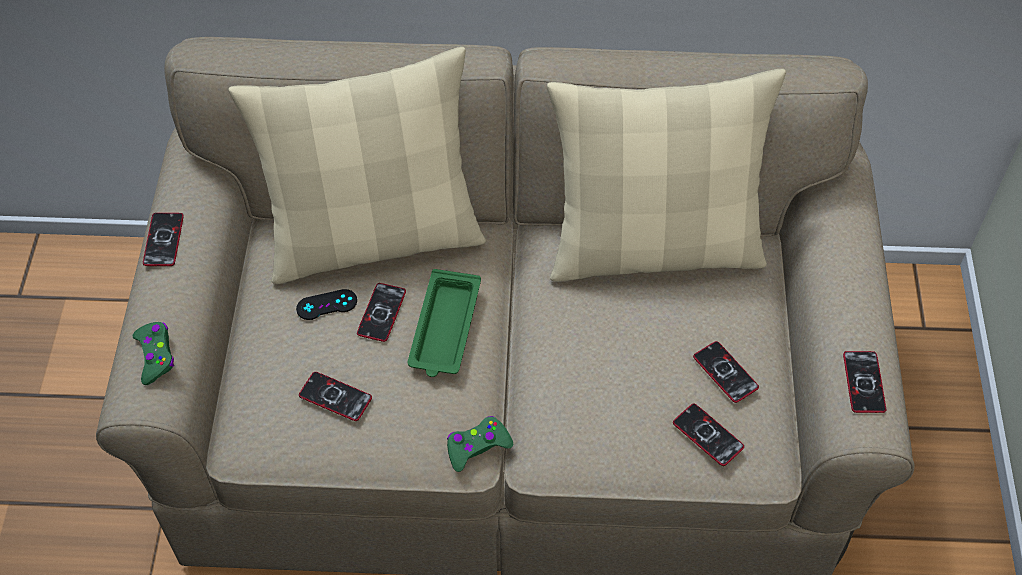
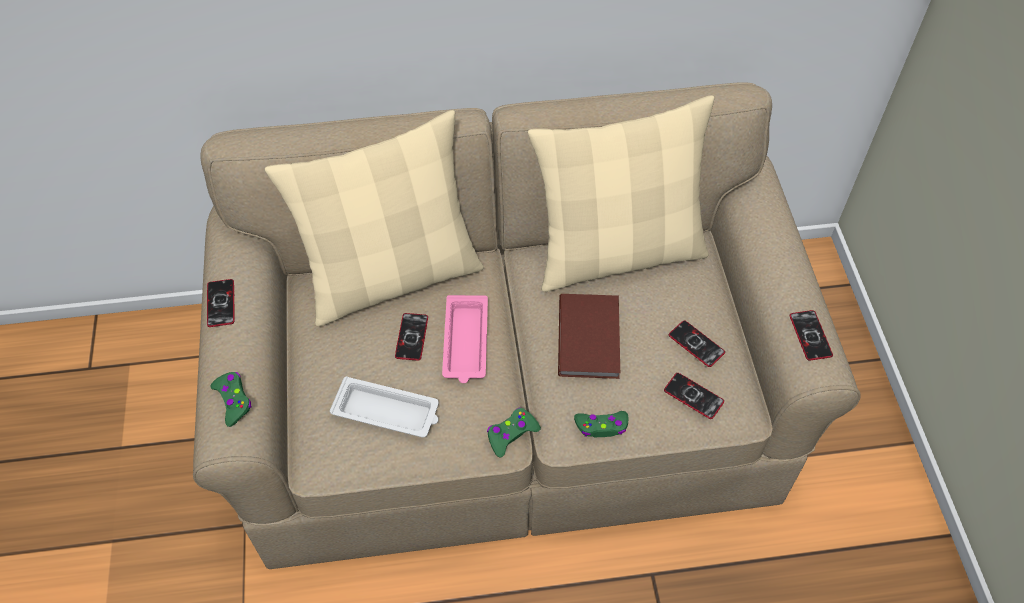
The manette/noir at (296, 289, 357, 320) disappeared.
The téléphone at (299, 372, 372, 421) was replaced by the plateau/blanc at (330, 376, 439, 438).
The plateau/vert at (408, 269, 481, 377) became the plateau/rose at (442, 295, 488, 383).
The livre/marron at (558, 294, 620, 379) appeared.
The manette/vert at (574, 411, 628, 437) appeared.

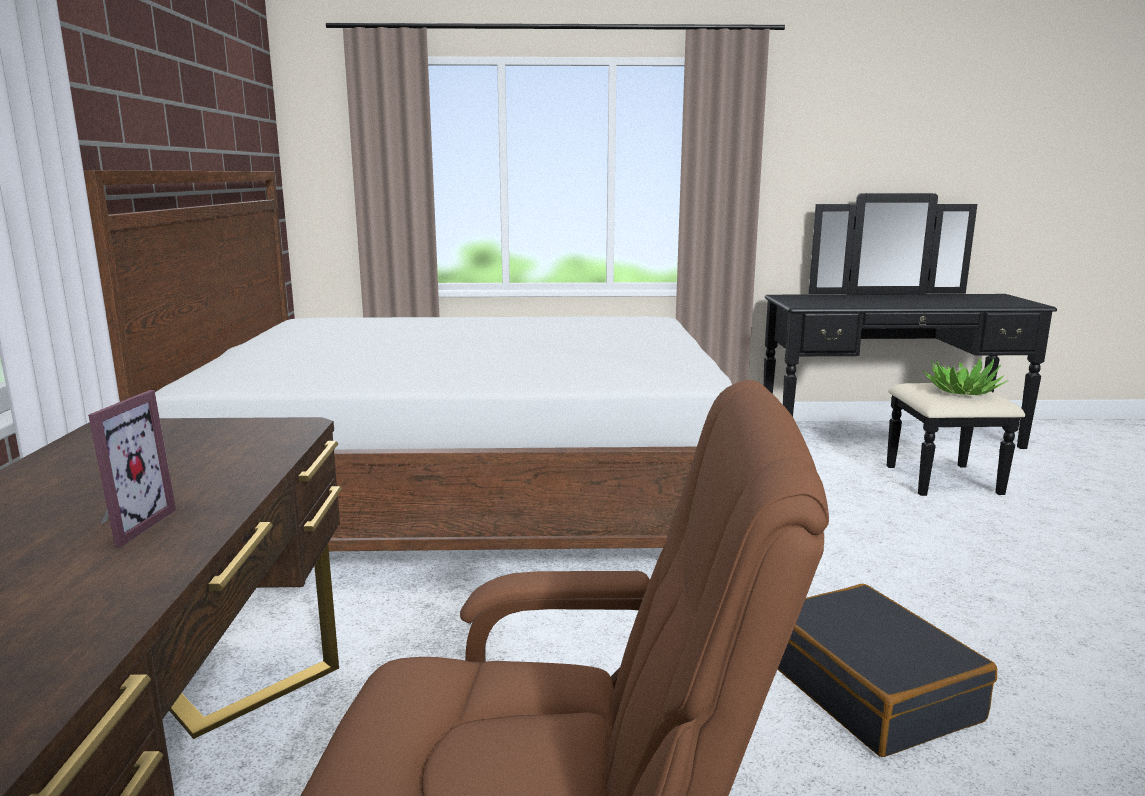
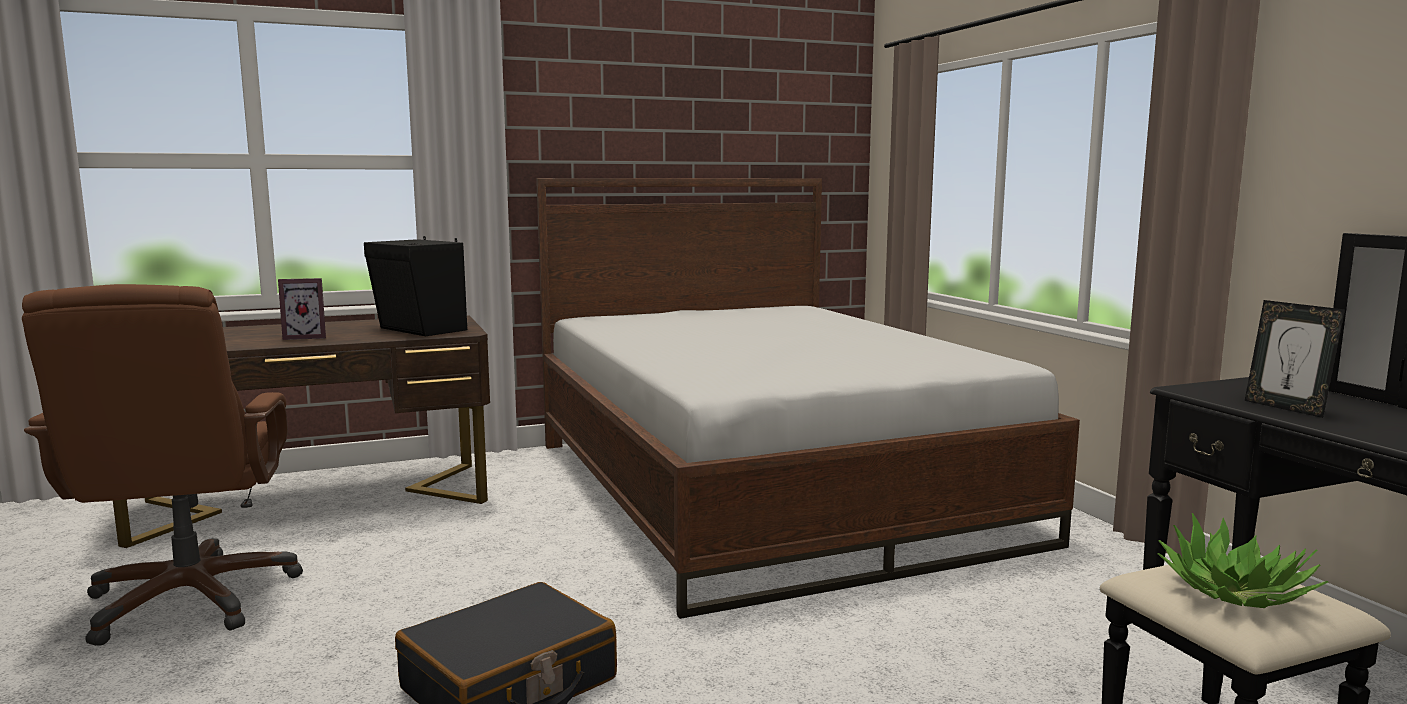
The enceinte/noir at (364, 236, 467, 336) appeared.
The cadre photo at (1245, 300, 1345, 418) appeared.

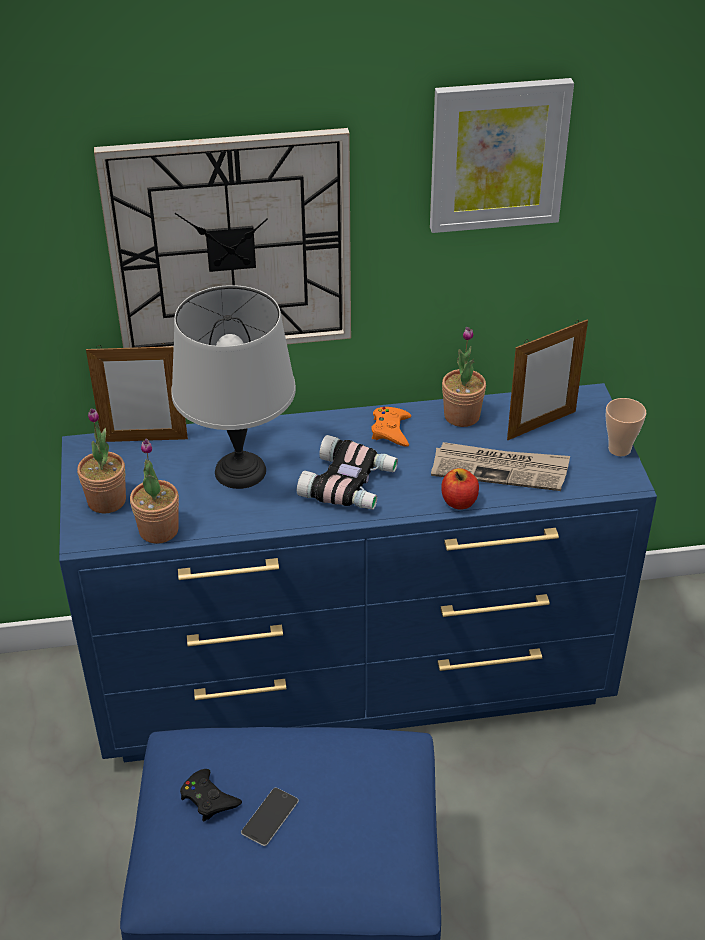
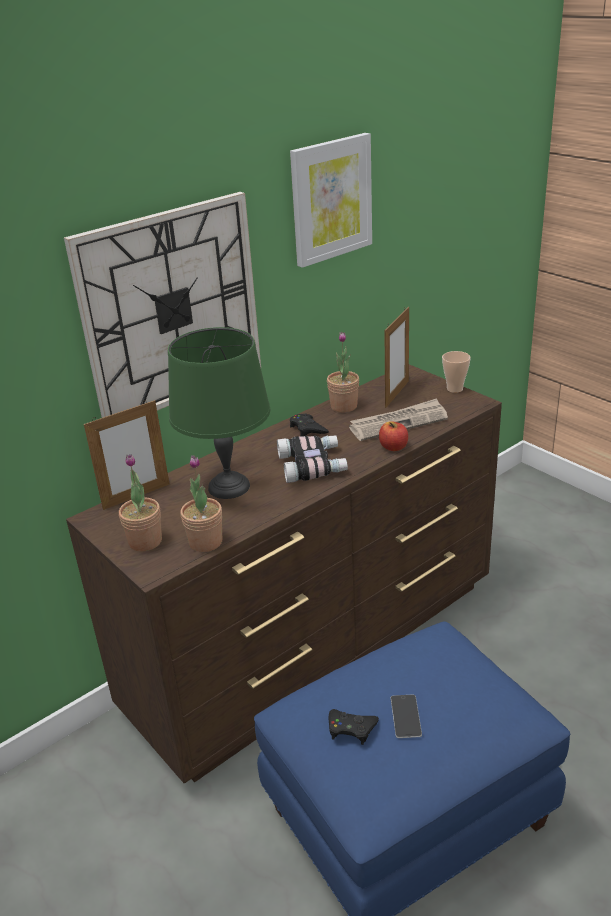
The commode/bleu at (59, 383, 657, 762) became the commode/marron at (66, 364, 502, 784).
The lampe de table/gris at (171, 285, 296, 489) became the lampe de table/vert at (168, 327, 270, 499).
The manette/orange at (371, 407, 411, 447) became the manette/noir at (290, 414, 329, 437).

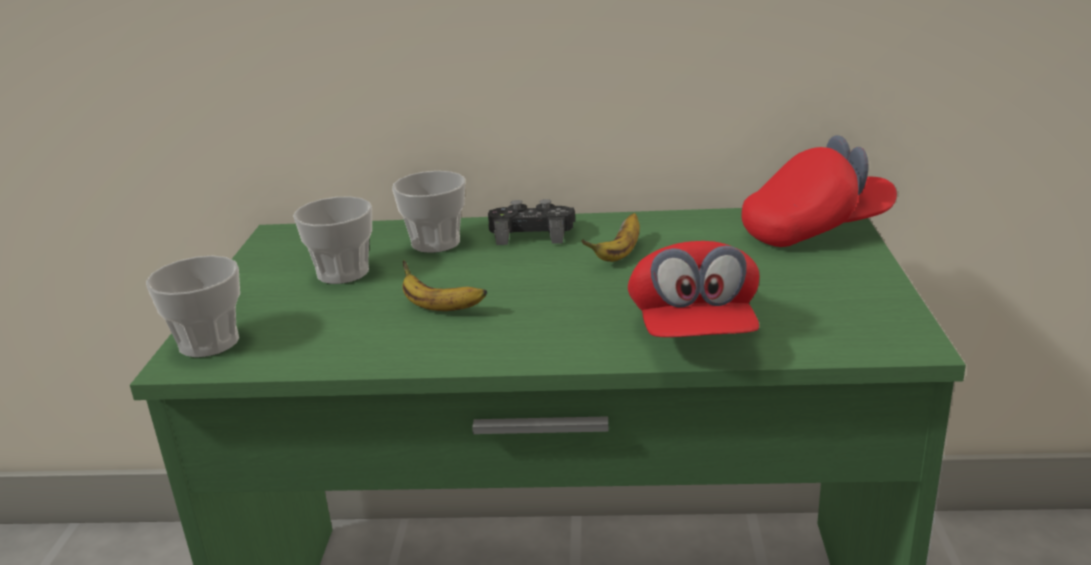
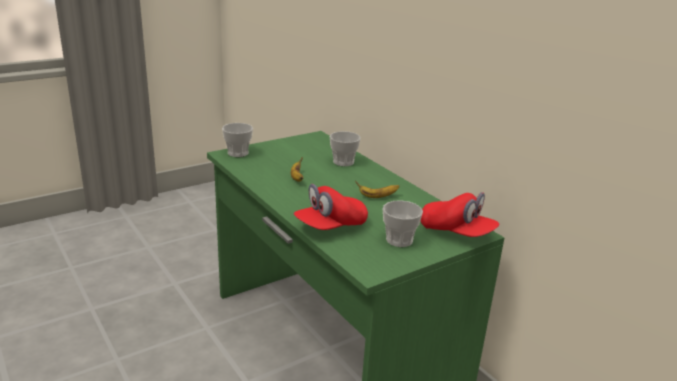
The tasse moved from (293, 196, 372, 284) to (383, 200, 423, 247).
The manette/noir at (488, 199, 575, 245) disappeared.

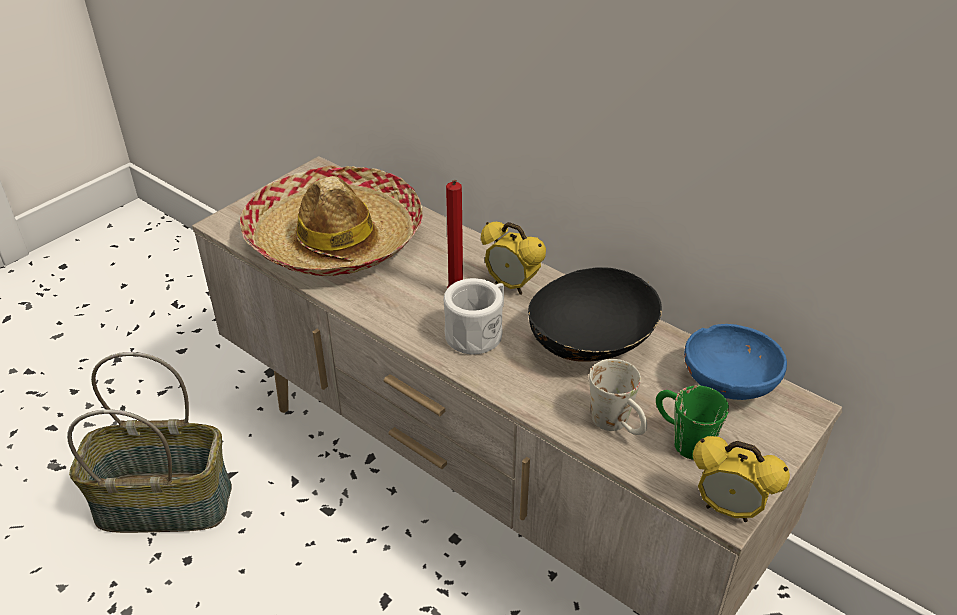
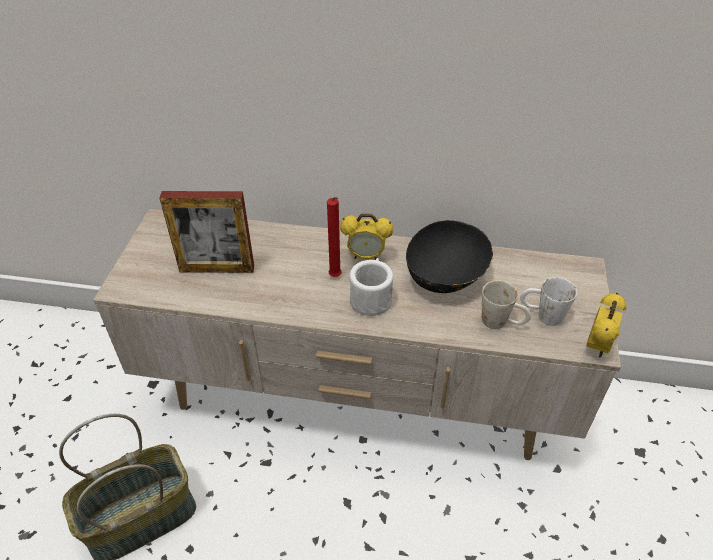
The chapeau at (240, 165, 423, 276) was replaced by the cadre photo at (159, 191, 254, 273).
The mug/vert at (656, 385, 729, 460) became the mug/blanc at (520, 277, 577, 326).
The bol/bleu at (684, 324, 787, 400) disappeared.
The réveil at (693, 436, 790, 522) turned 60 degrees counterclockwise.

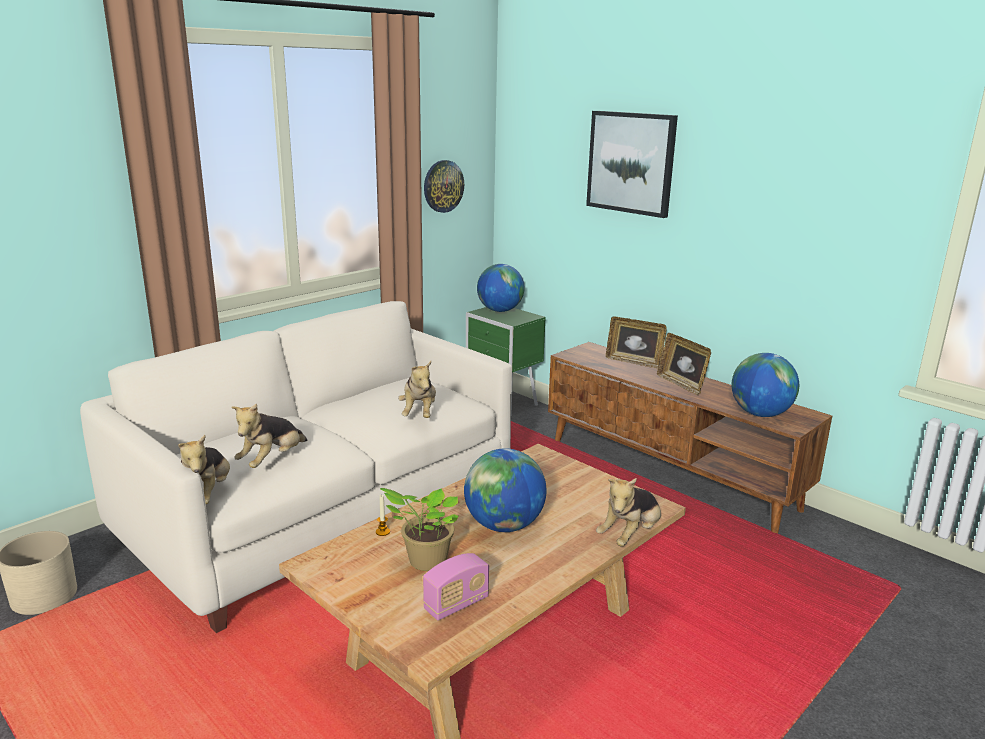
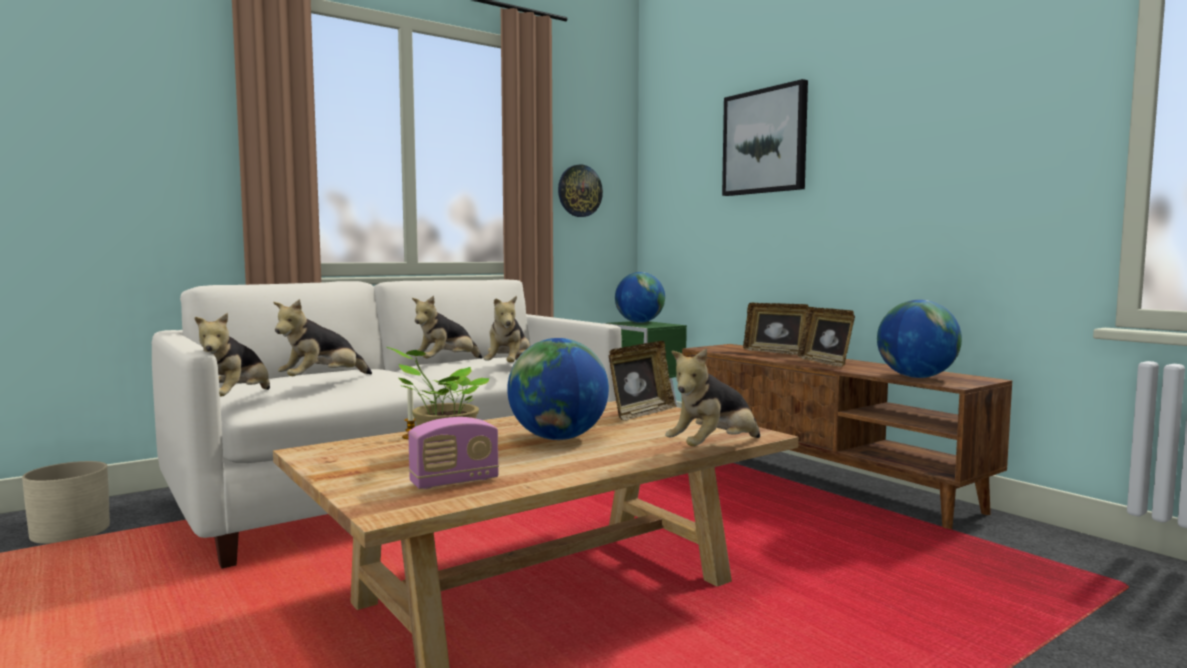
The peluche at (412, 296, 482, 359) appeared.
The cadre photo at (608, 341, 676, 421) appeared.

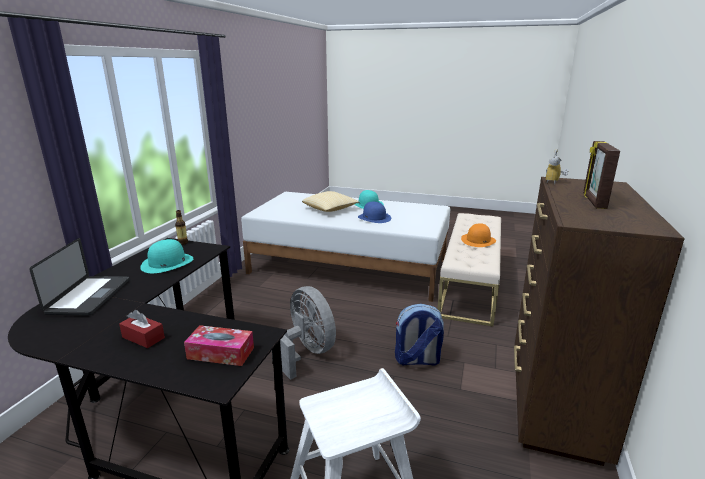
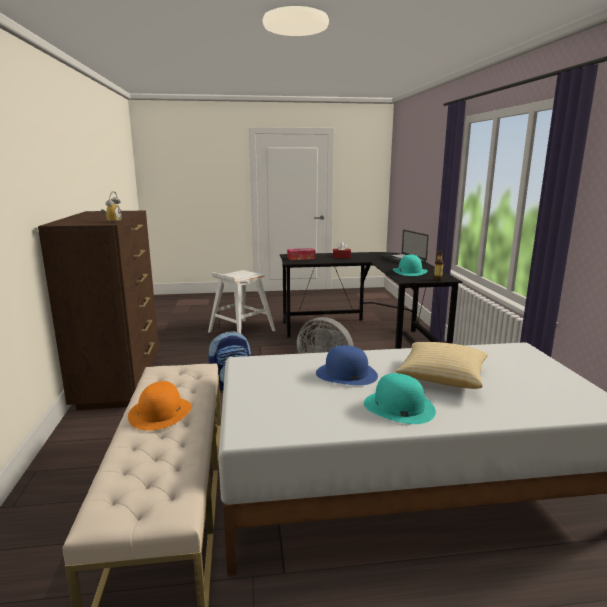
The cadre photo at (583, 141, 620, 209) disappeared.

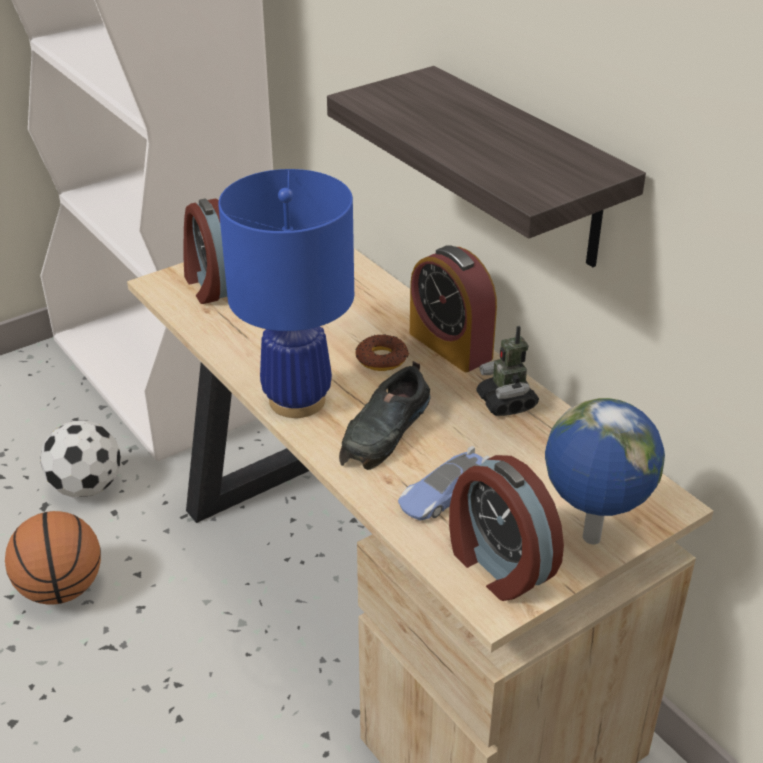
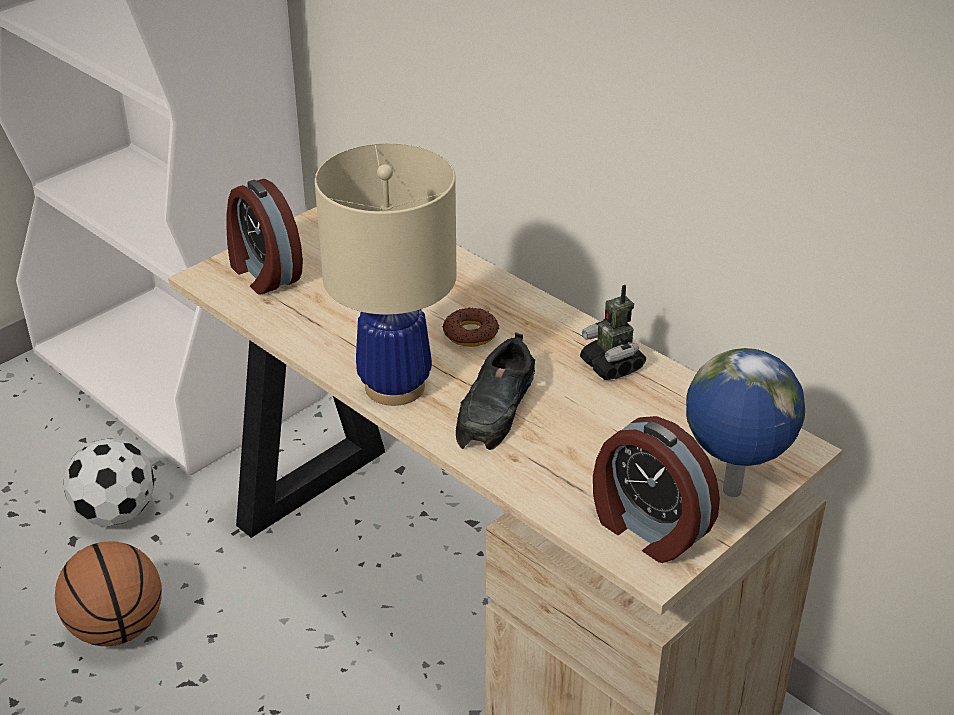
The lampe de table/bleu at (218, 169, 354, 418) became the lampe de table/beige at (315, 143, 457, 406).
The étagère at (327, 66, 646, 267) disappeared.
The petite voiture at (398, 446, 490, 521) disappeared.
The réveil at (410, 246, 497, 372) disappeared.

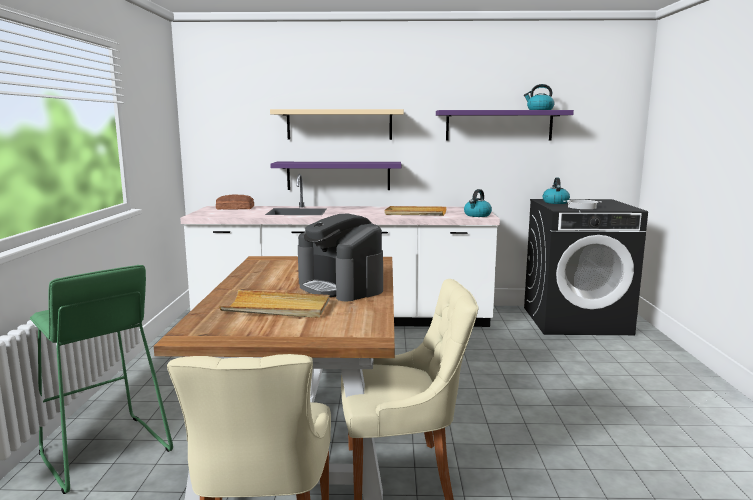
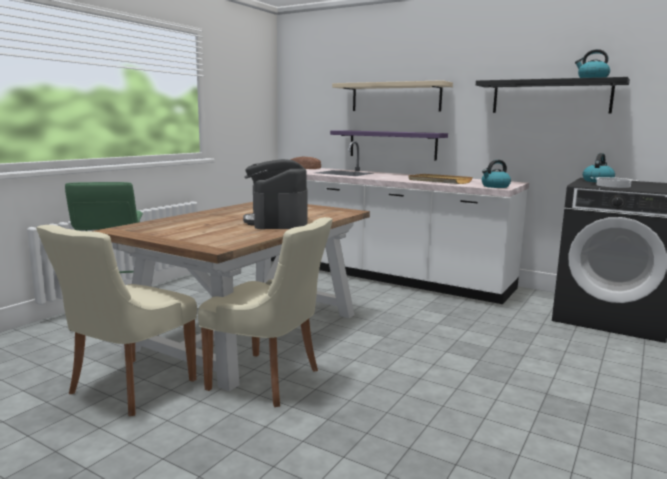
The plateau/beige at (219, 290, 330, 318) disappeared.
The étagère/violet at (436, 110, 574, 141) became the étagère/noir at (476, 77, 630, 113).

